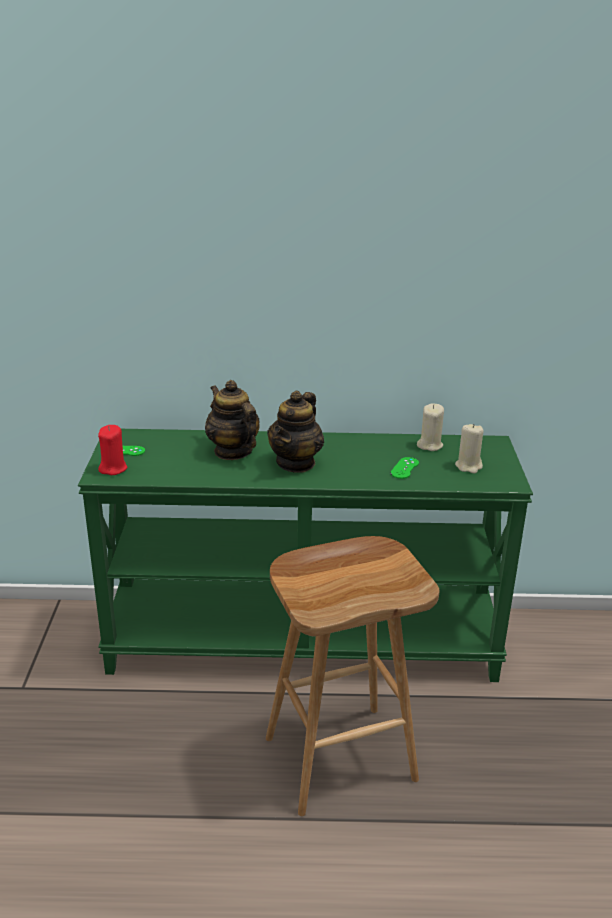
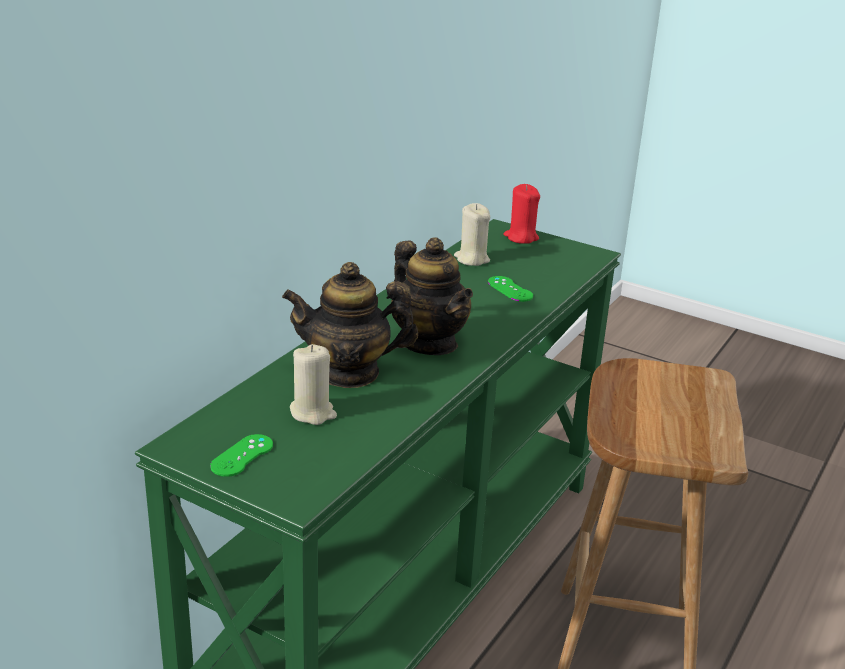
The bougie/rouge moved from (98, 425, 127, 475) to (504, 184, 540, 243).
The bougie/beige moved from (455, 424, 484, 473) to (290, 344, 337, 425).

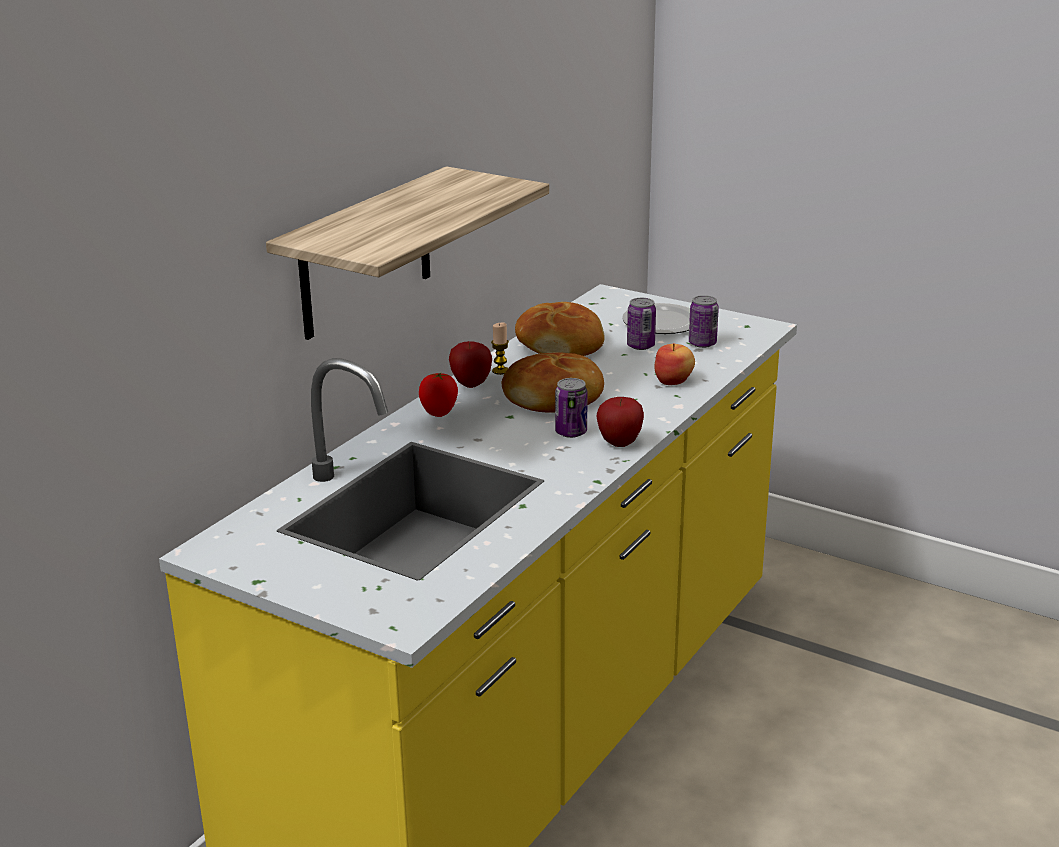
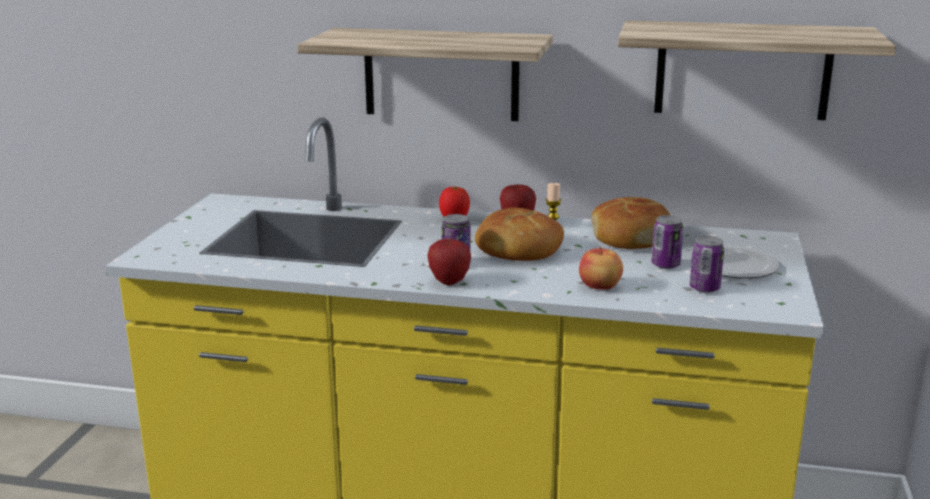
The étagère at (618, 20, 896, 120) appeared.

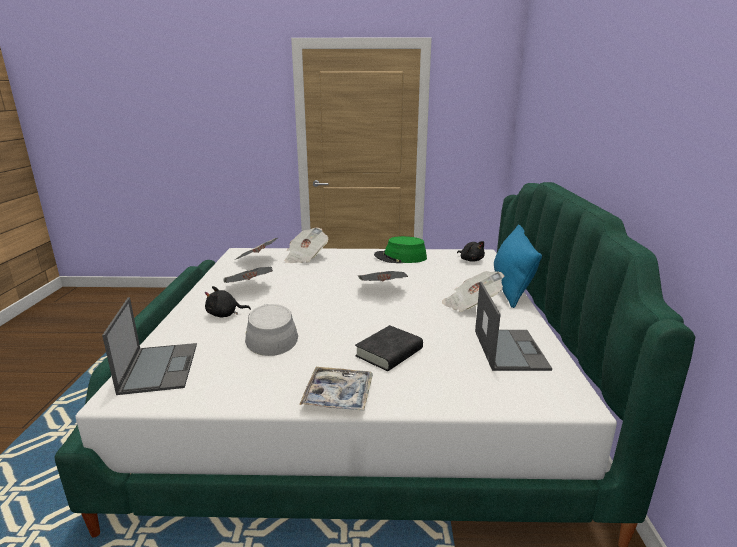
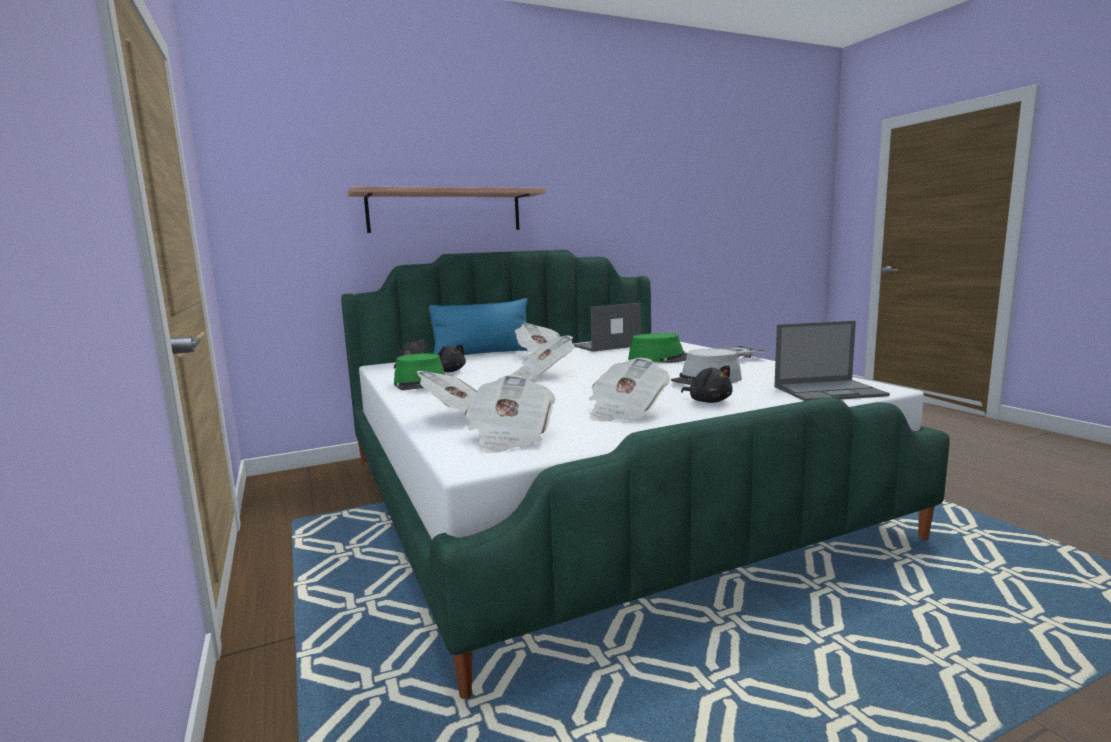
The ordinateur portable at (102, 297, 197, 395) turned 150 degrees counterclockwise.
The livre/noir at (355, 325, 423, 371) was replaced by the chapeau/vert at (628, 333, 687, 363).
The étagère at (347, 186, 546, 233) appeared.
The peluche/noir at (437, 344, 466, 372) appeared.

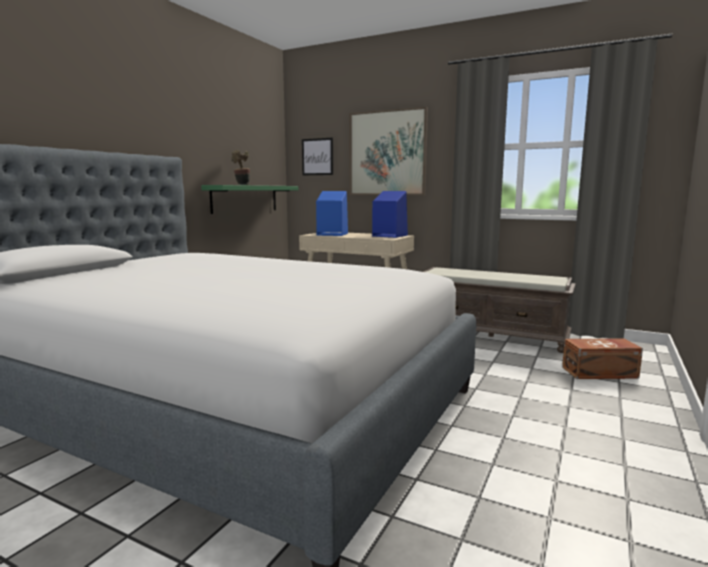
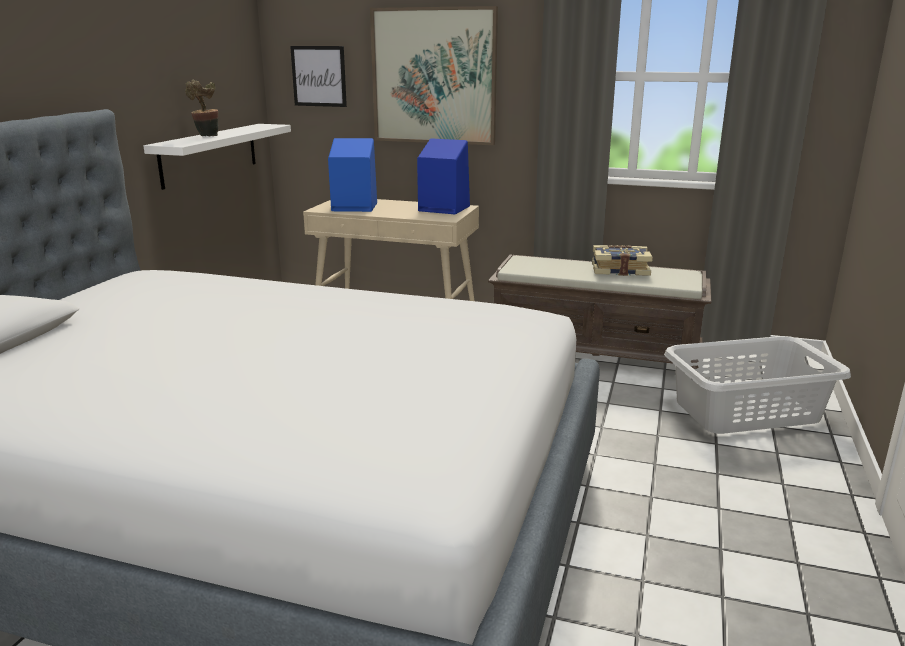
The étagère/vert at (201, 185, 298, 214) became the étagère/blanc at (144, 124, 291, 190).
The boîte de rangement/marron at (562, 338, 643, 379) was replaced by the panier à linge/gris at (664, 336, 851, 434).
The livre at (592, 245, 653, 276) appeared.

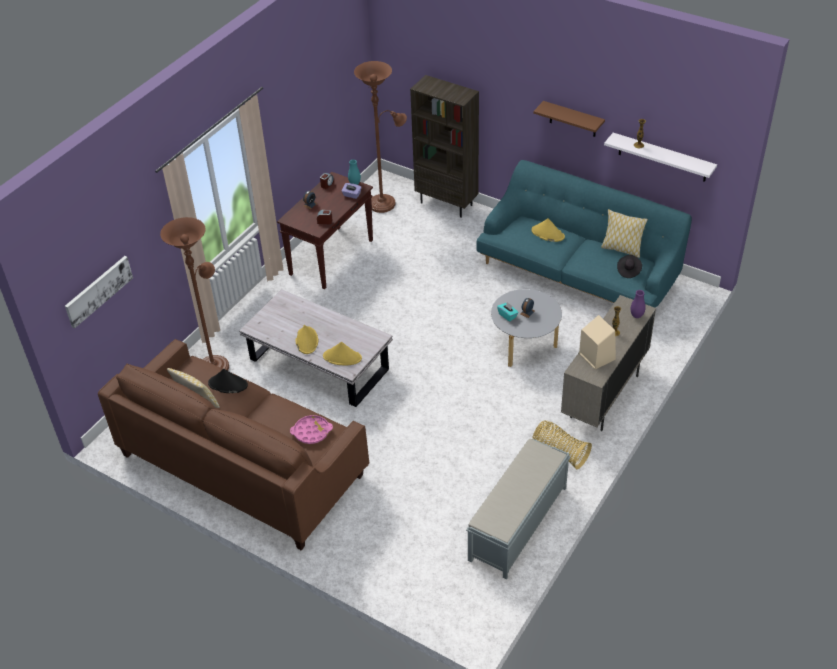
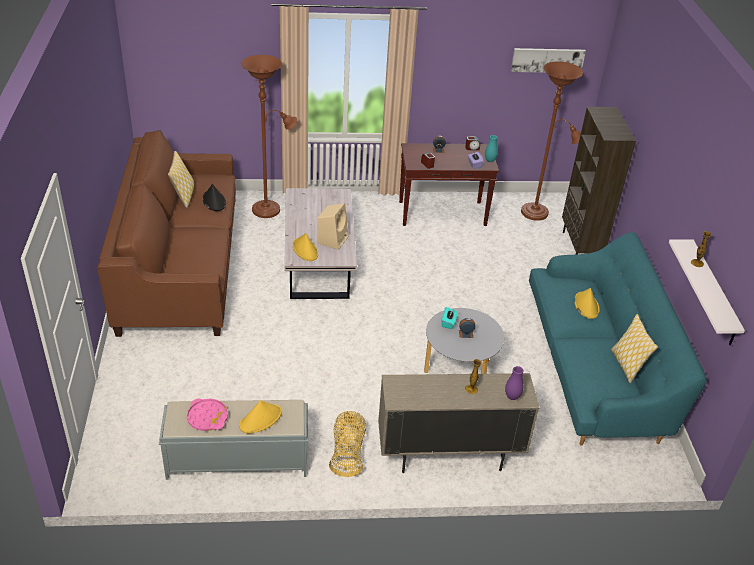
The tableau moved from (65, 256, 133, 328) to (511, 48, 586, 73).
The plateau/rose moved from (290, 415, 333, 444) to (187, 398, 228, 431).
The chapeau/jaune moved from (295, 325, 319, 354) to (239, 400, 282, 434).
The étagère/marron at (533, 101, 605, 137) disappeared.
The enceinte/beige moved from (579, 315, 616, 369) to (317, 203, 348, 250).
The chapeau/noir at (617, 255, 642, 278) disappeared.

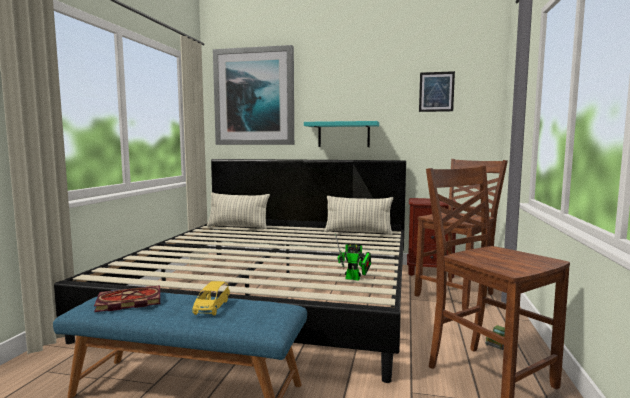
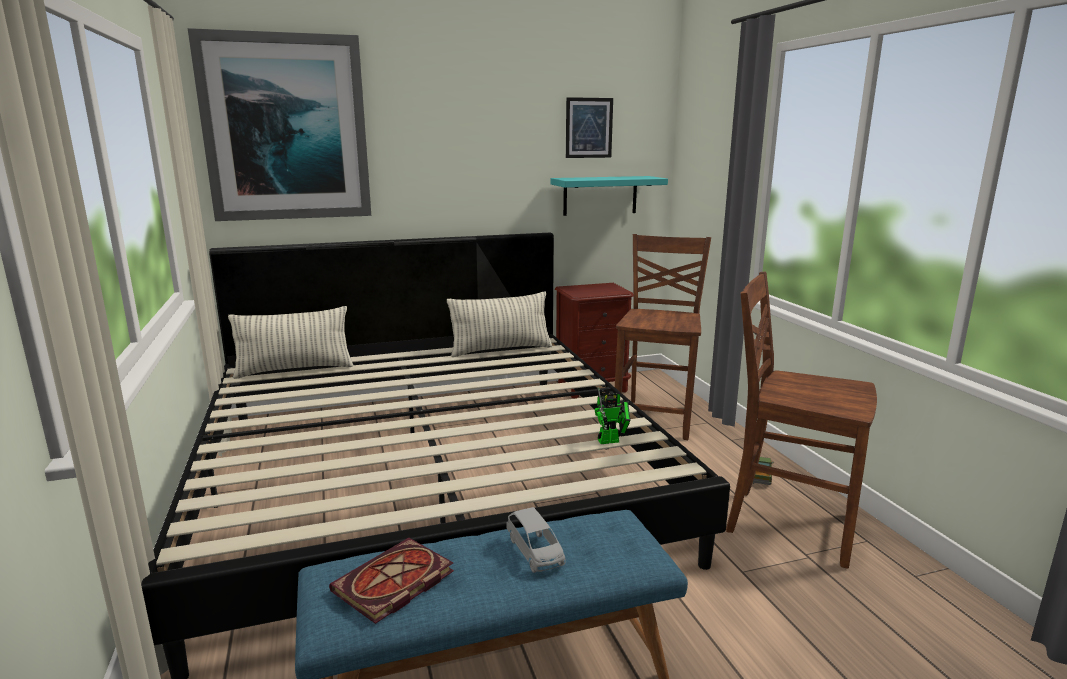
The petite voiture/jaune at (193, 281, 230, 316) became the petite voiture/gris at (506, 507, 565, 573).
The étagère/turquoise moved from (304, 121, 379, 147) to (551, 176, 668, 216).

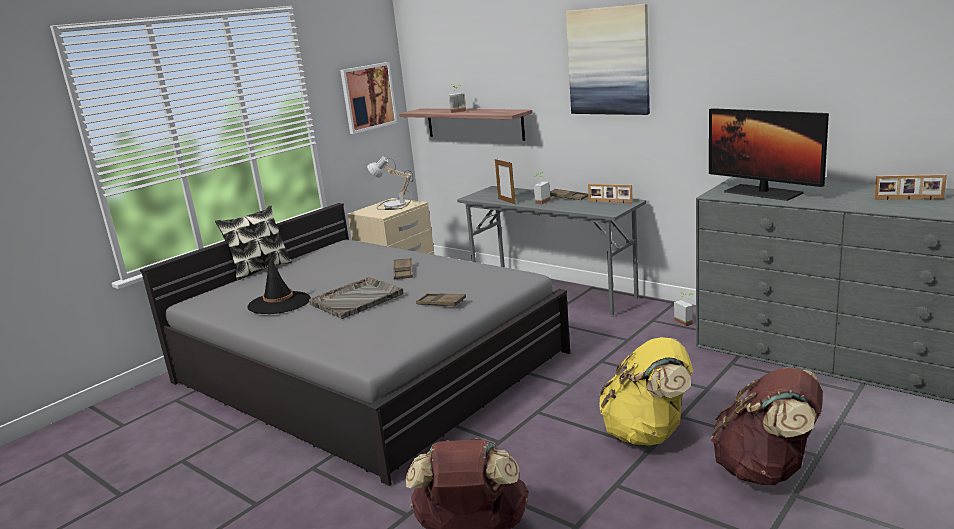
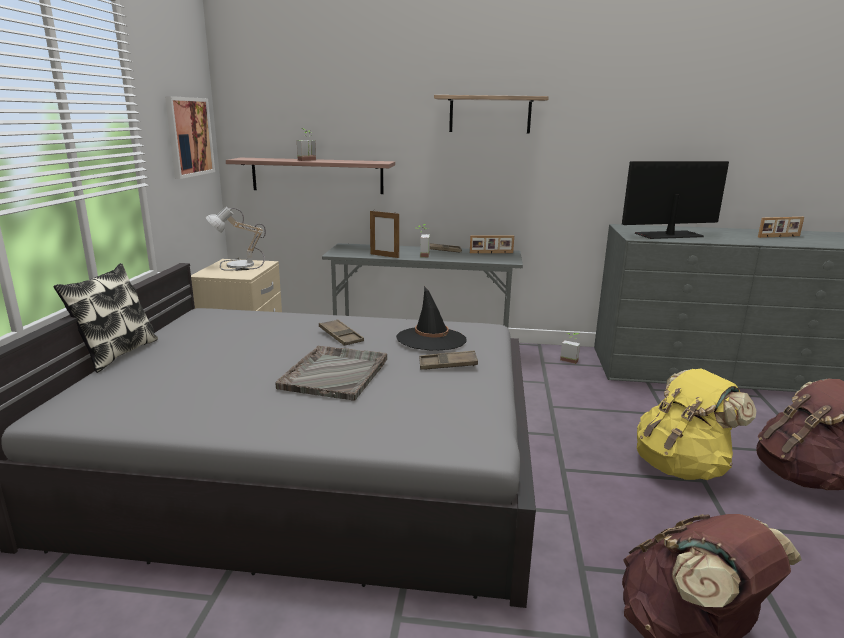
The chapeau/noir moved from (247, 257, 311, 314) to (396, 286, 467, 351).
The tableau at (566, 4, 650, 115) was replaced by the étagère at (434, 95, 549, 134).
The écran d'ordinateur at (709, 108, 829, 201) turned 150 degrees clockwise.

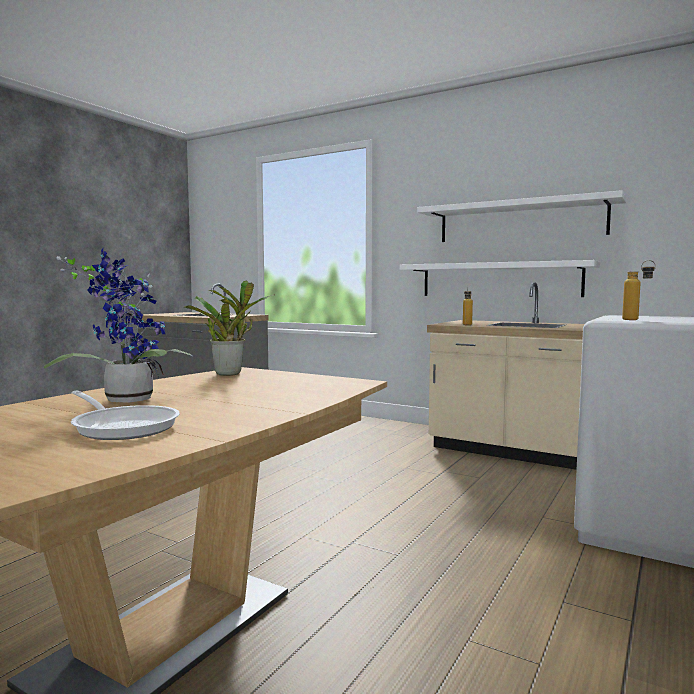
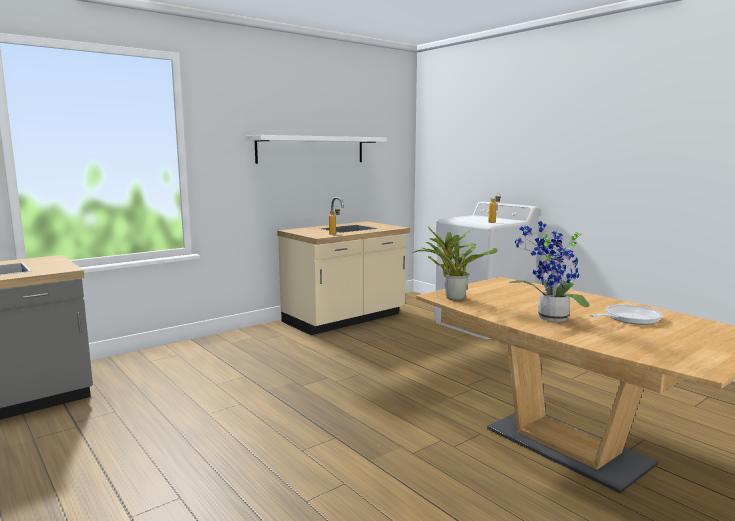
The étagère/blanc at (400, 260, 600, 297) disappeared.

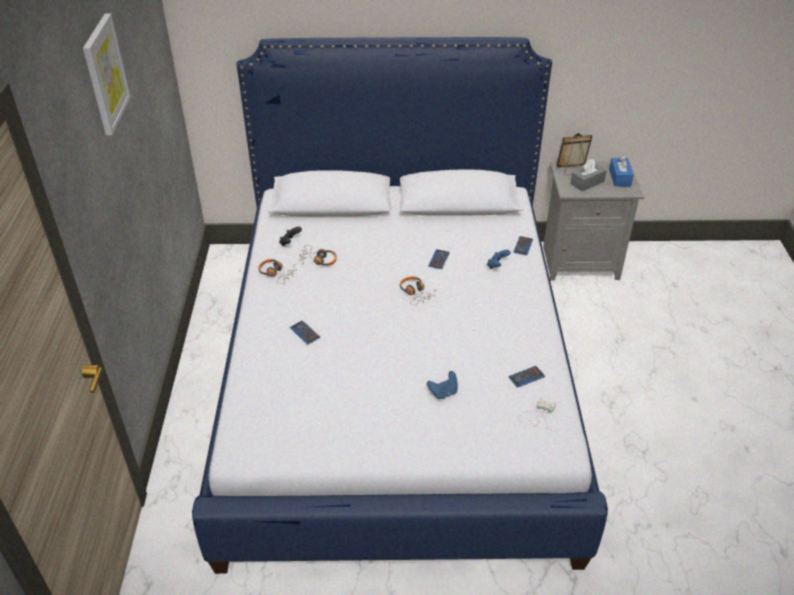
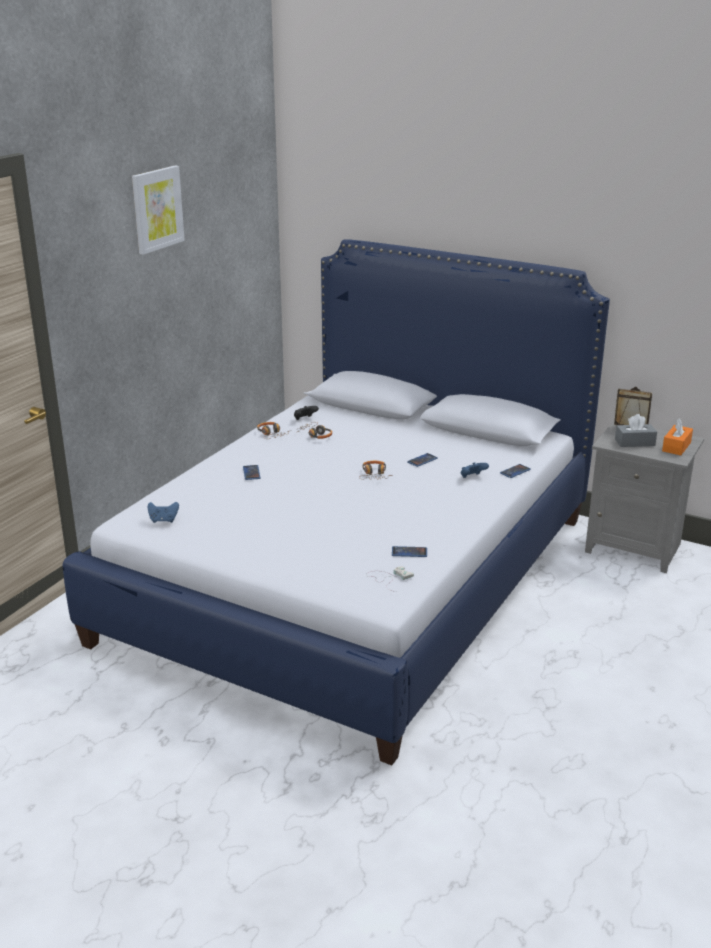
The manette/bleu moved from (427, 371, 458, 399) to (148, 502, 179, 523).
The boîte à mouchoirs/bleu at (609, 154, 634, 187) became the boîte à mouchoirs/orange at (662, 418, 693, 455).

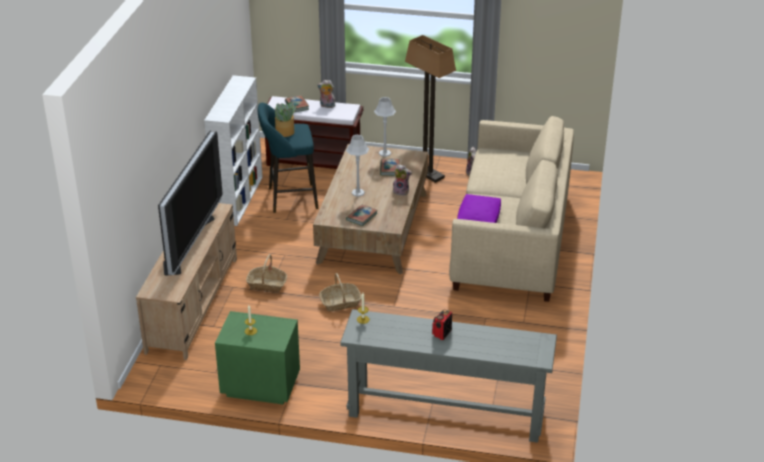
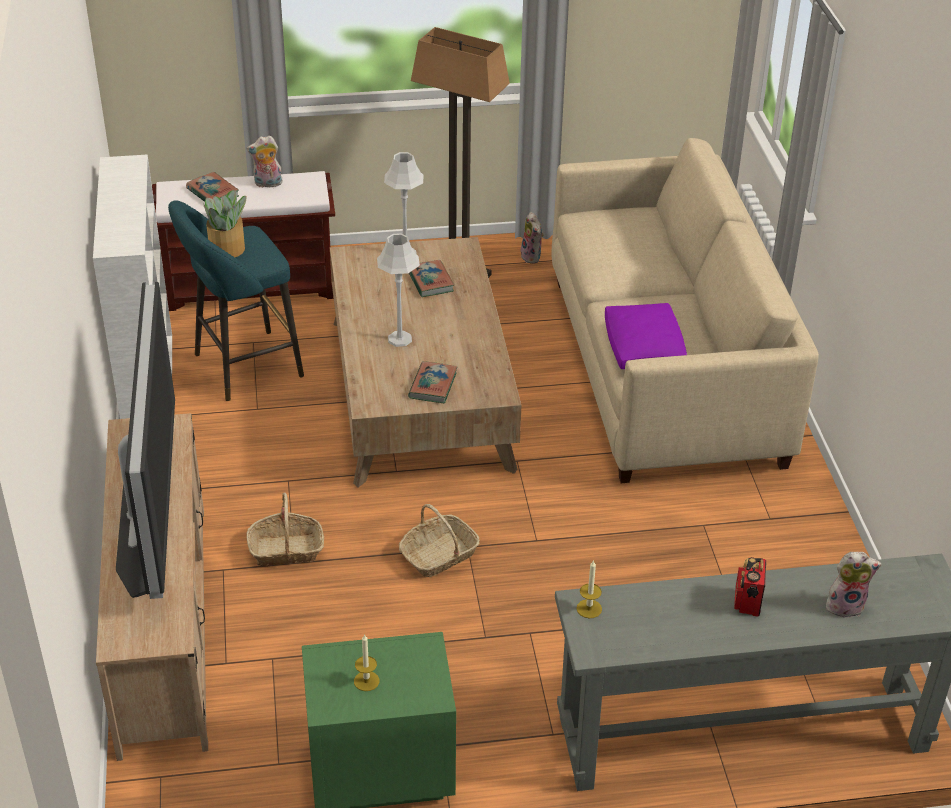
The peluche moved from (393, 164, 412, 196) to (826, 552, 882, 618).

